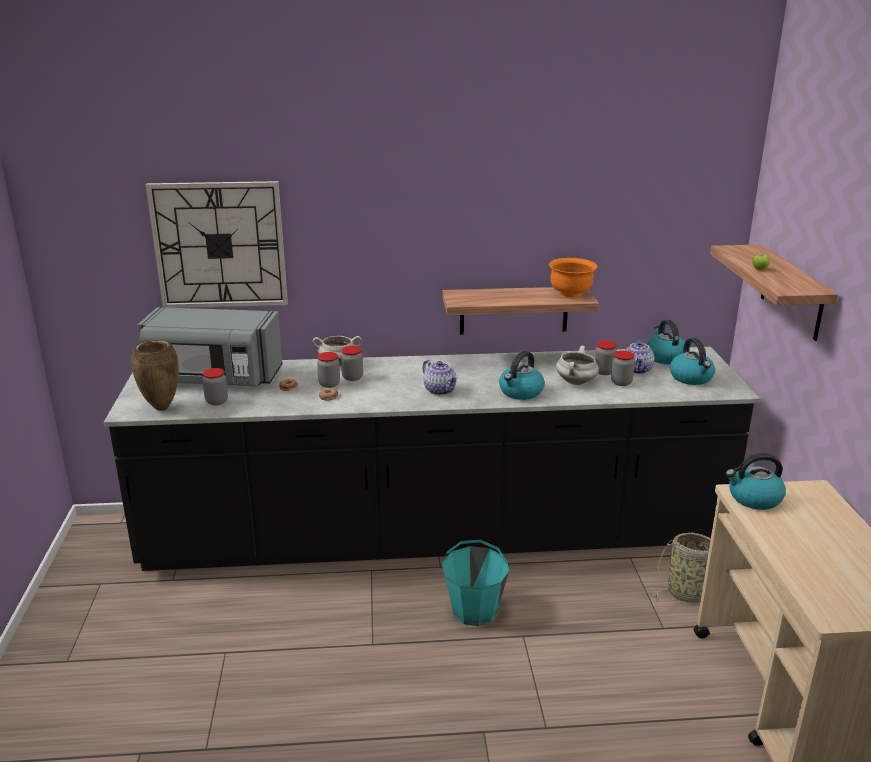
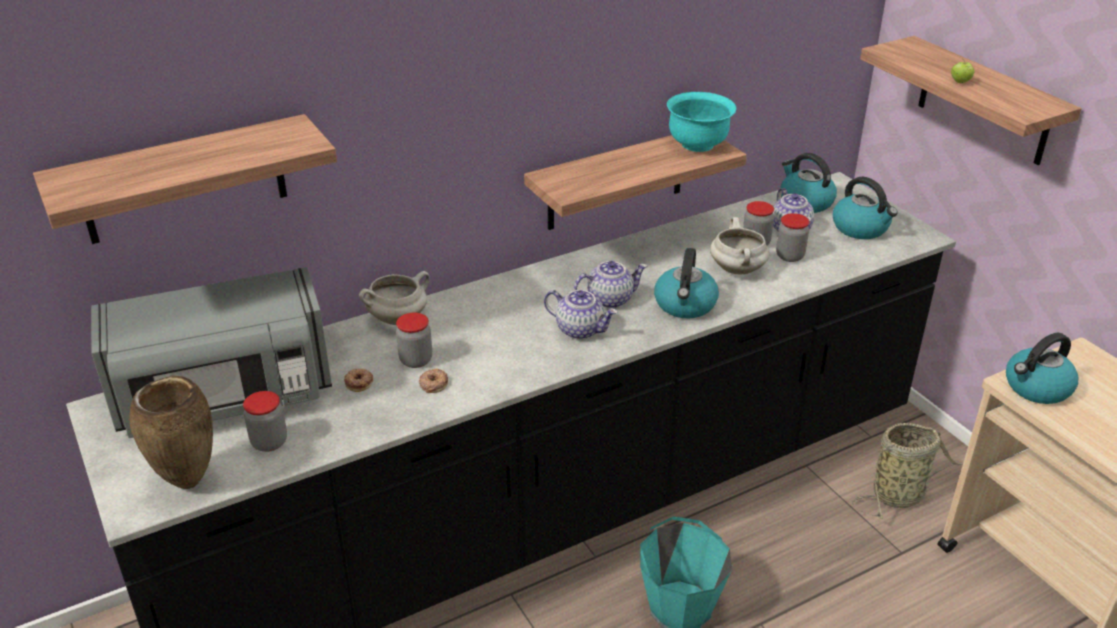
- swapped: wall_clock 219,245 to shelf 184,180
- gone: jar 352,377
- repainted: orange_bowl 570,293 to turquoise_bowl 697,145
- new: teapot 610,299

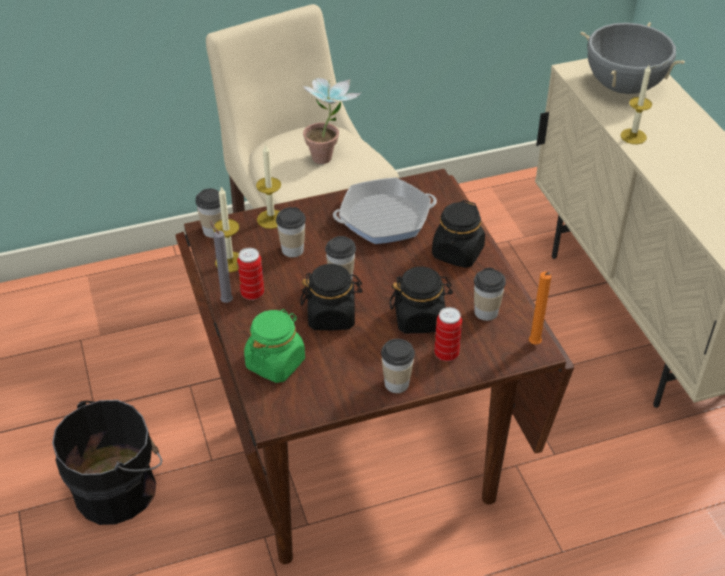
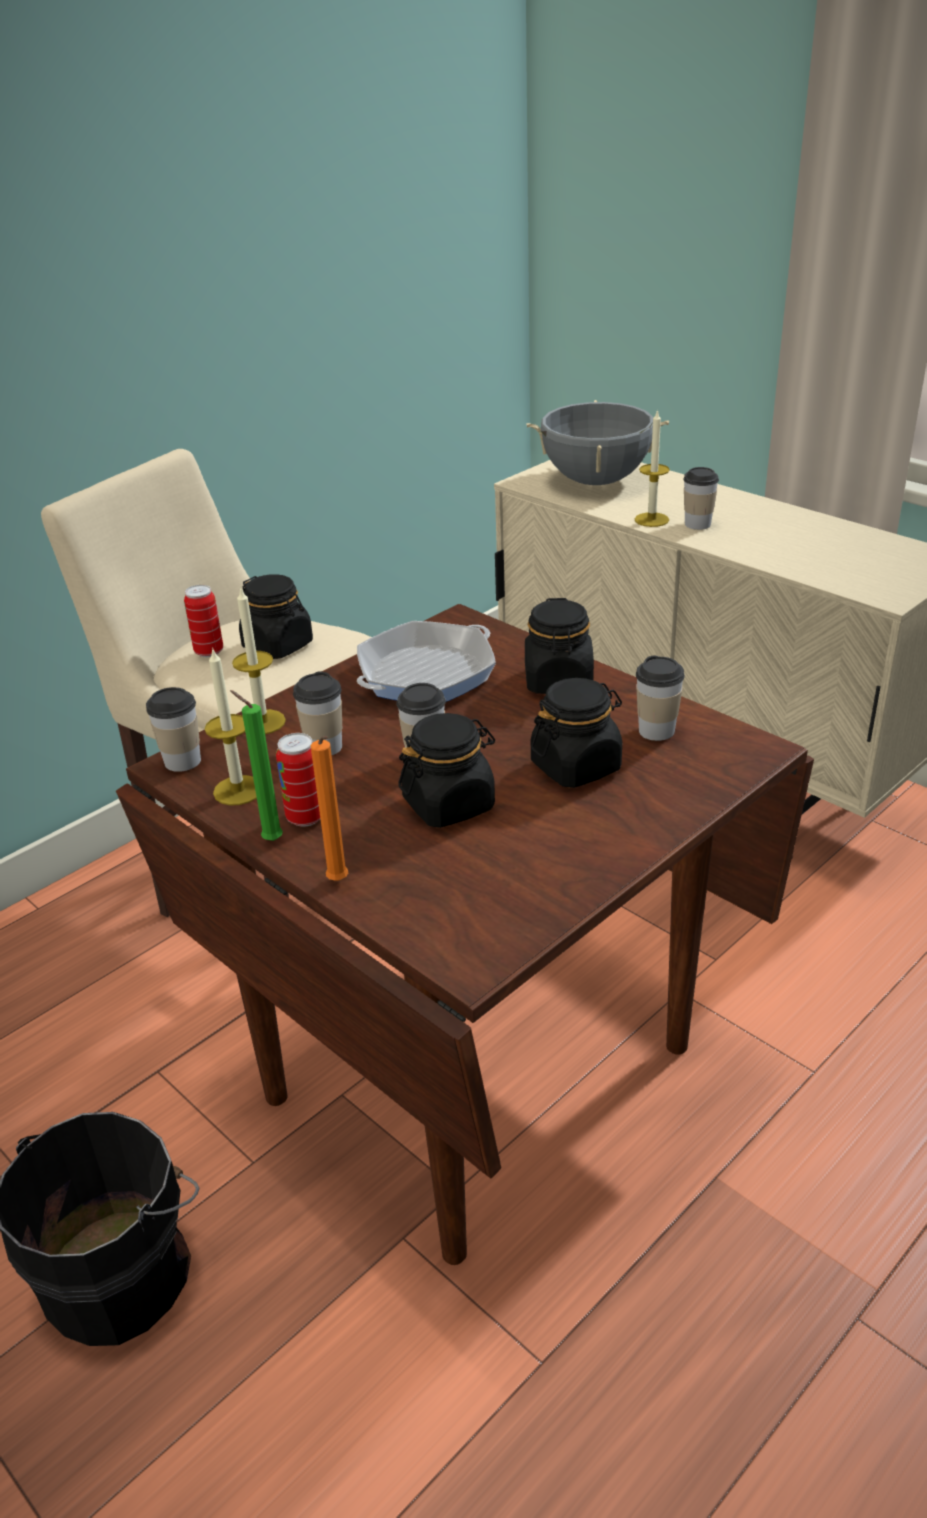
- repainted: grey_candle 225,301 to green_candle 269,840
- gone: green_jar 275,363
- swapped: potted_plant 329,157 to black_jar 278,646
- shifted: cup 396,383 to 697,524
- shifted: can 446,354 to 209,651
- shifted: orange_candle 534,345 to 339,883

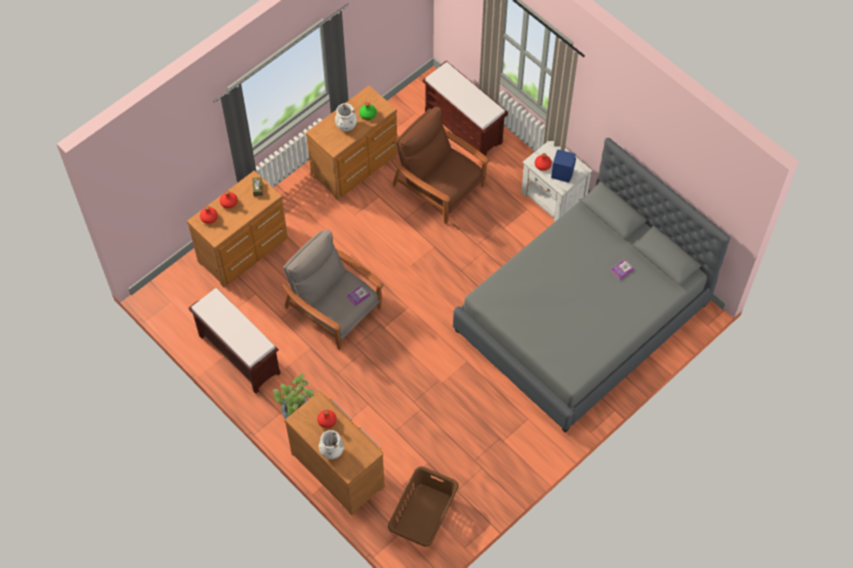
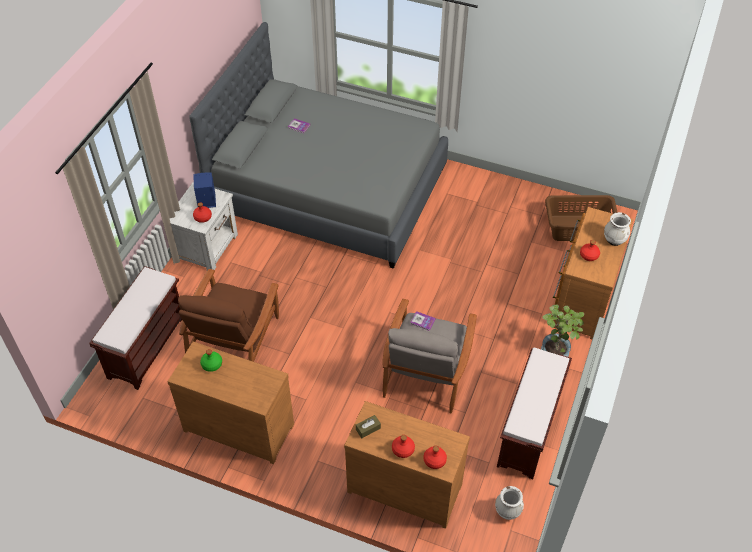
- shifted: white_vase 346,126 to 507,511

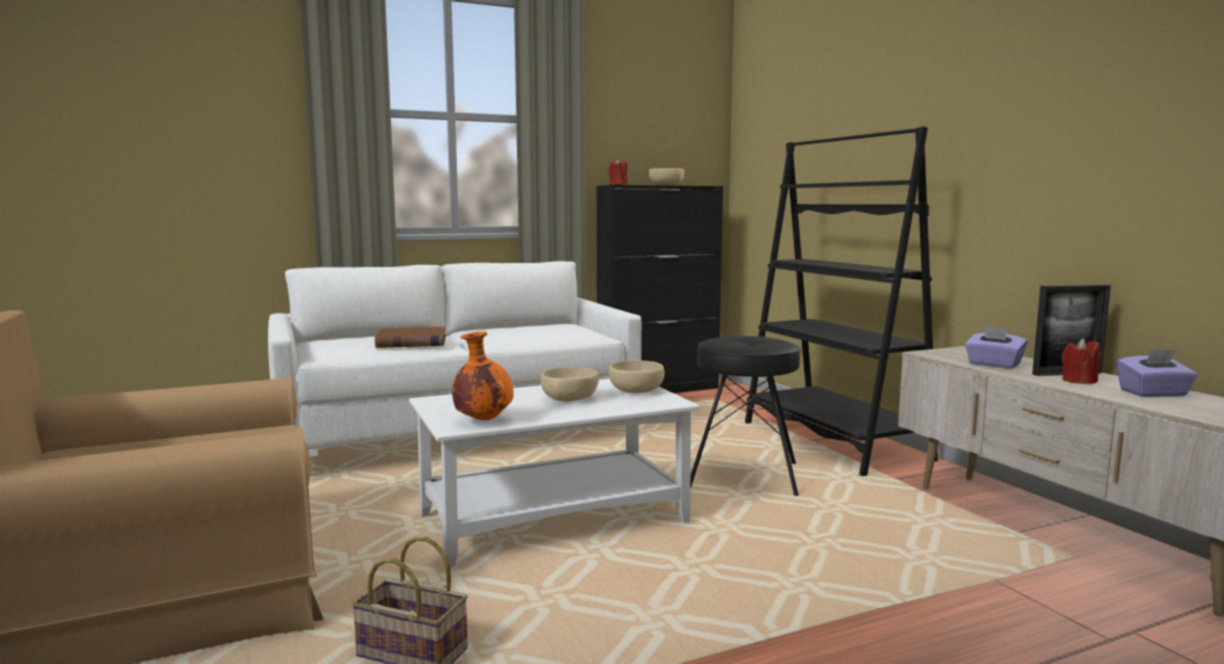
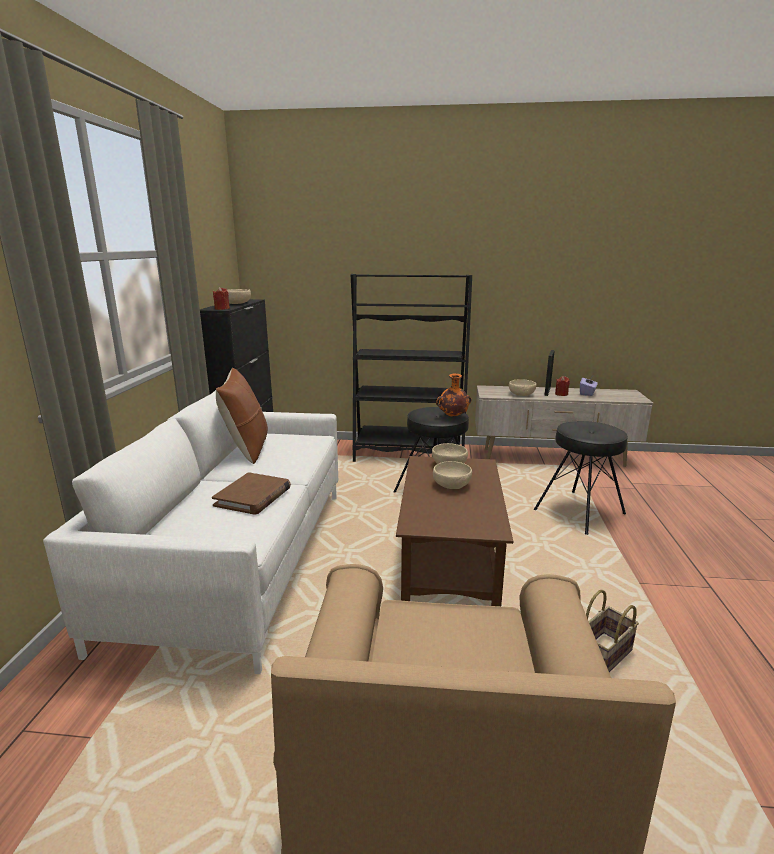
- repainted: white_coffee_table 555,518 to brown_coffee_table 448,562
- shifted: orange_vase 482,420 to 452,416
- swapped: purple_tissue_box 993,364 to beige_bowl 521,394
- new: brown_pillow 247,448
- new: black_stool 580,512

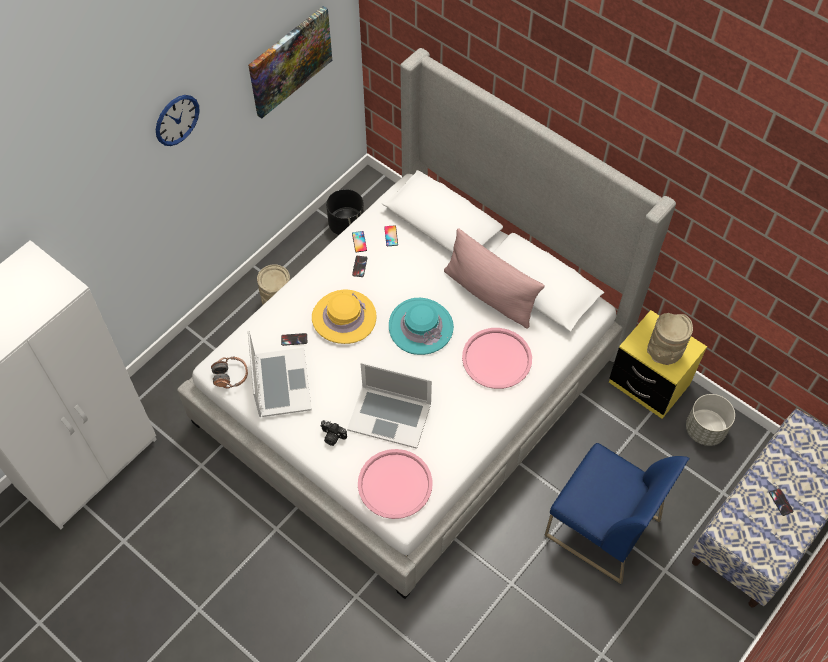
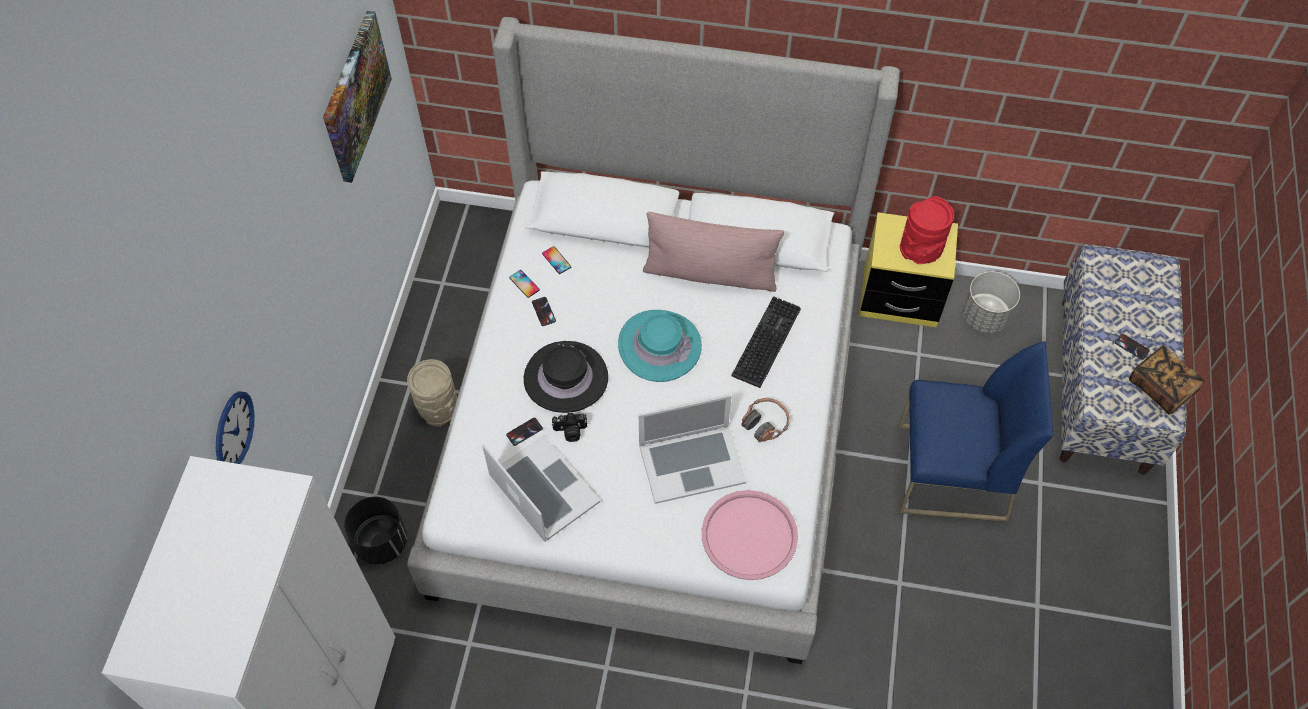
- shifted: wall_clock 177,120 to 233,431
- shifted: headphones 230,376 to 765,423
- repainted: yellow_hat 344,318 to black_hat 565,378
- shifted: photo_camera 332,437 to 570,432
- shifted: black_planter 347,224 to 381,542
- swapped: pink_tray 496,359 to keyboard 765,340
- repainted: beige_vase 664,352 to red_vase 920,250
- new: book 1161,387

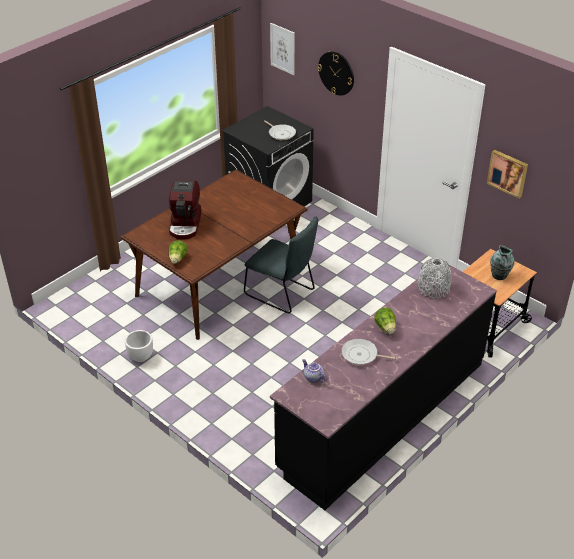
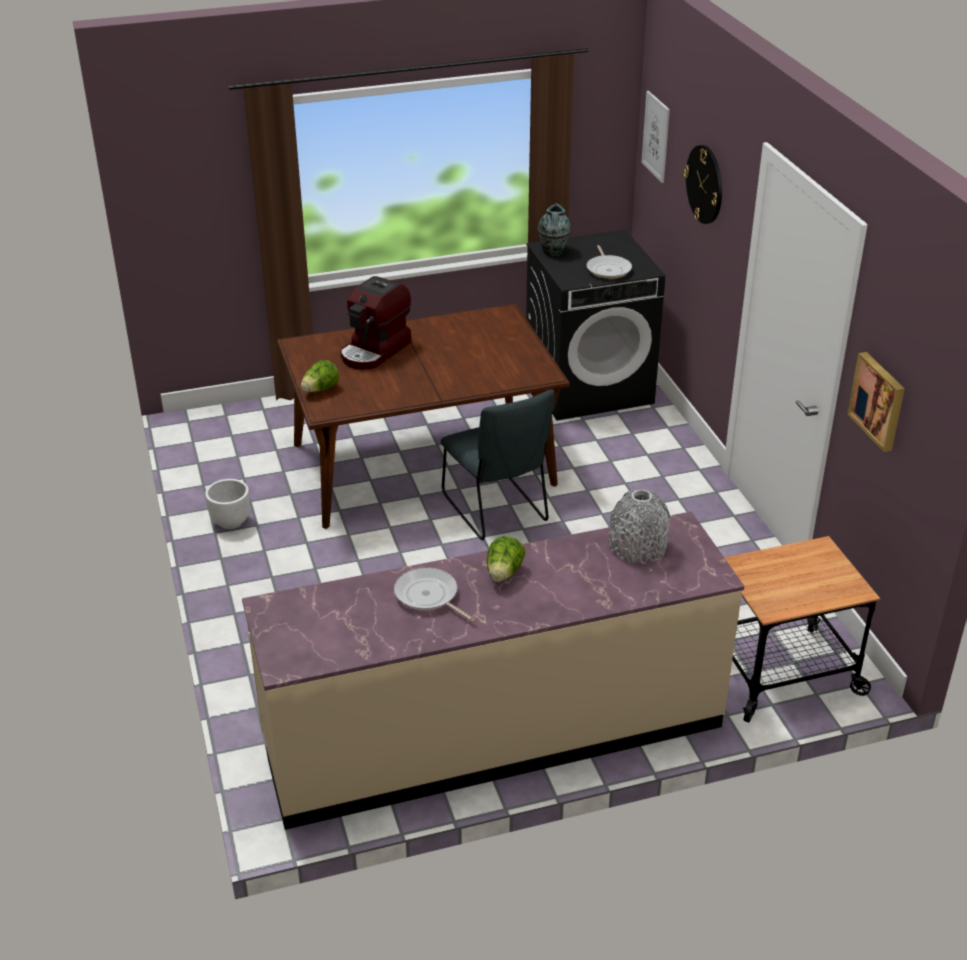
- repainted: black_counter 382,414 to beige_counter 493,734
- gone: teapot 313,378
- shifted: vase 499,276 to 553,252

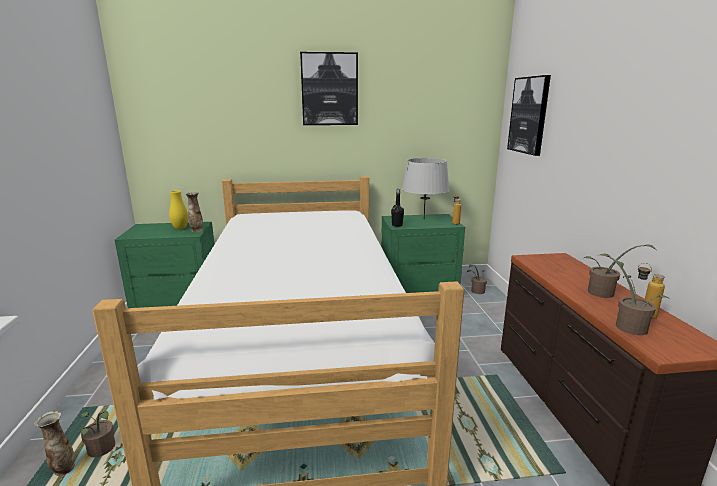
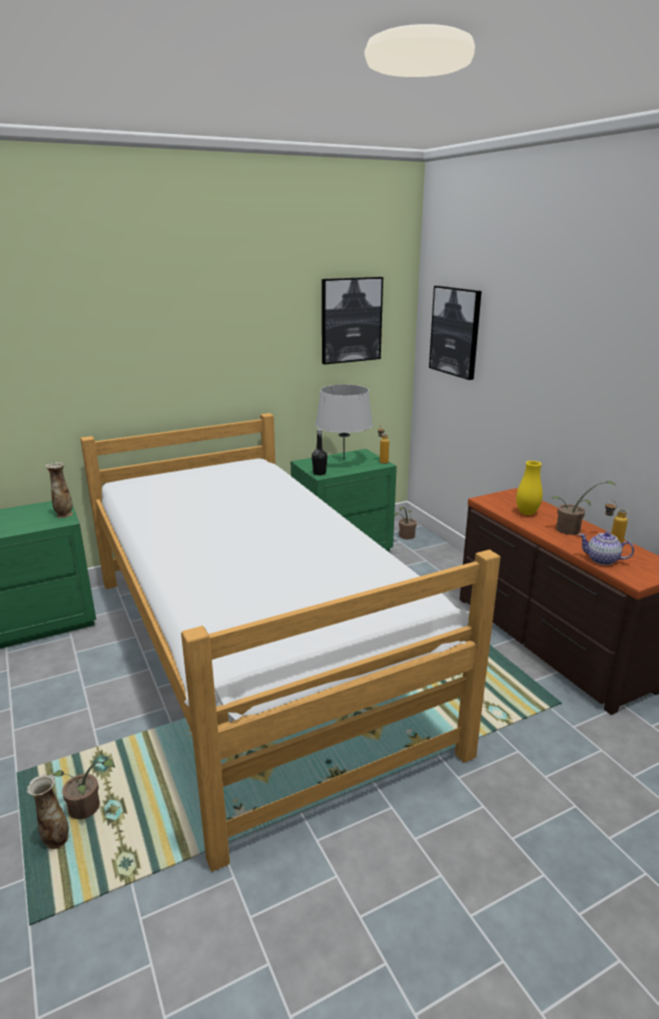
- shifted: yellow_vase 180,228 to 526,513
- shifted: picture 329,89 to 351,320
- swapped: potted_plant 626,325 to teapot 602,560

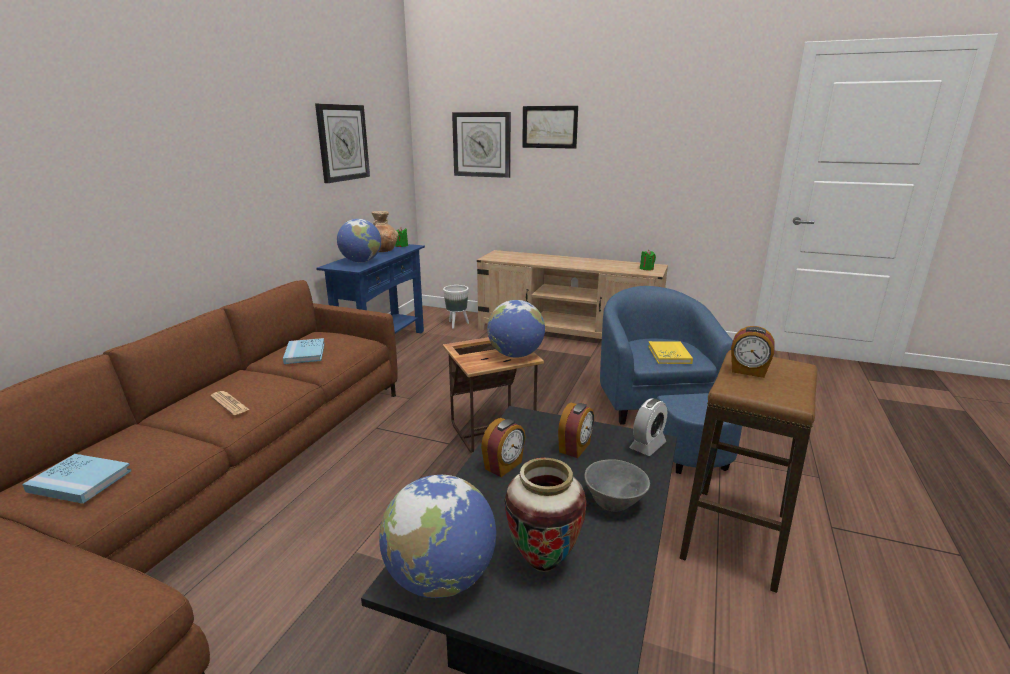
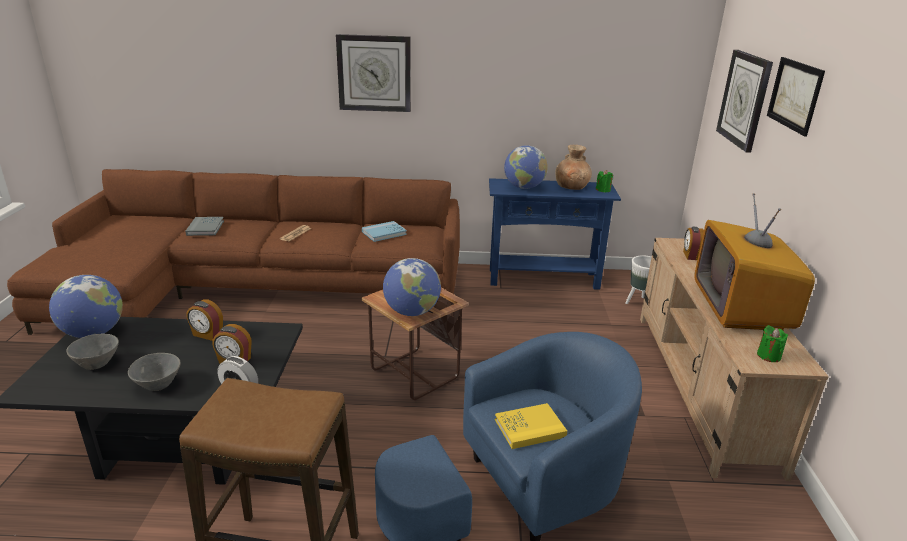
- repainted: blue_book 80,481 to grey_book 205,228
- shifted: wall_clock 342,143 to 374,73
- swapped: vase 543,563 to grey_bowl 98,363
- shifted: alarm_clock 748,371 to 690,255
- new: television 740,309

